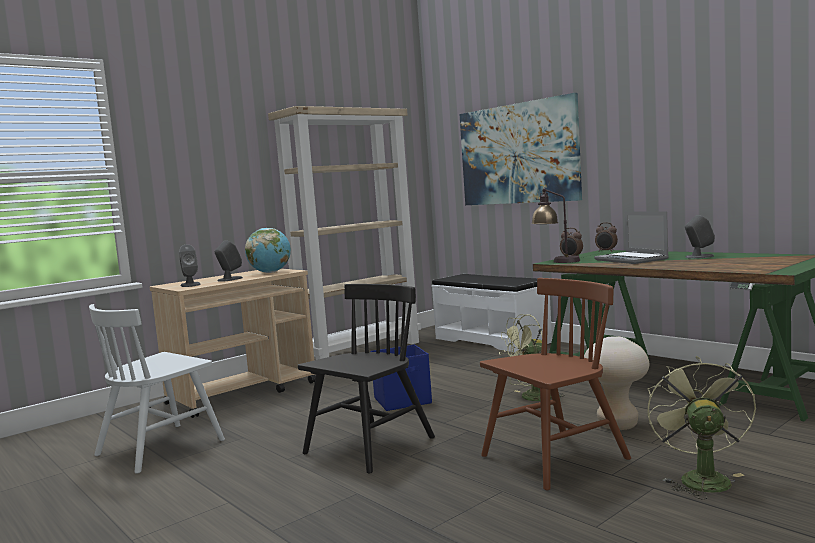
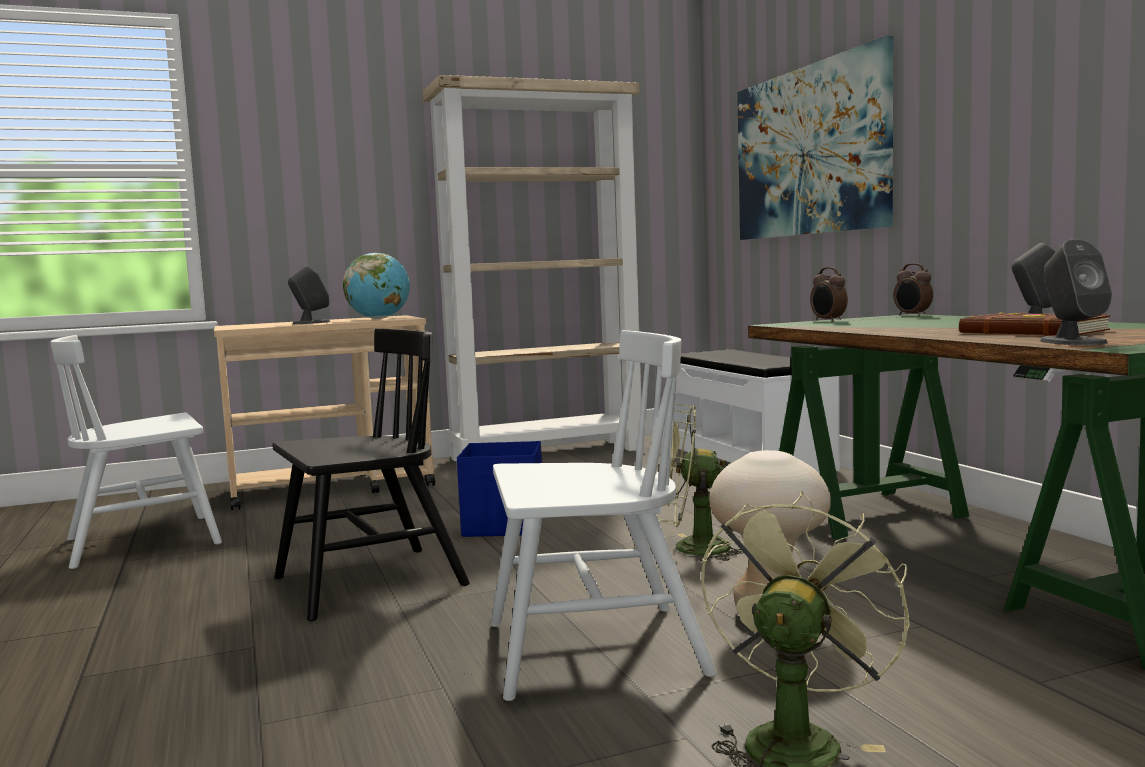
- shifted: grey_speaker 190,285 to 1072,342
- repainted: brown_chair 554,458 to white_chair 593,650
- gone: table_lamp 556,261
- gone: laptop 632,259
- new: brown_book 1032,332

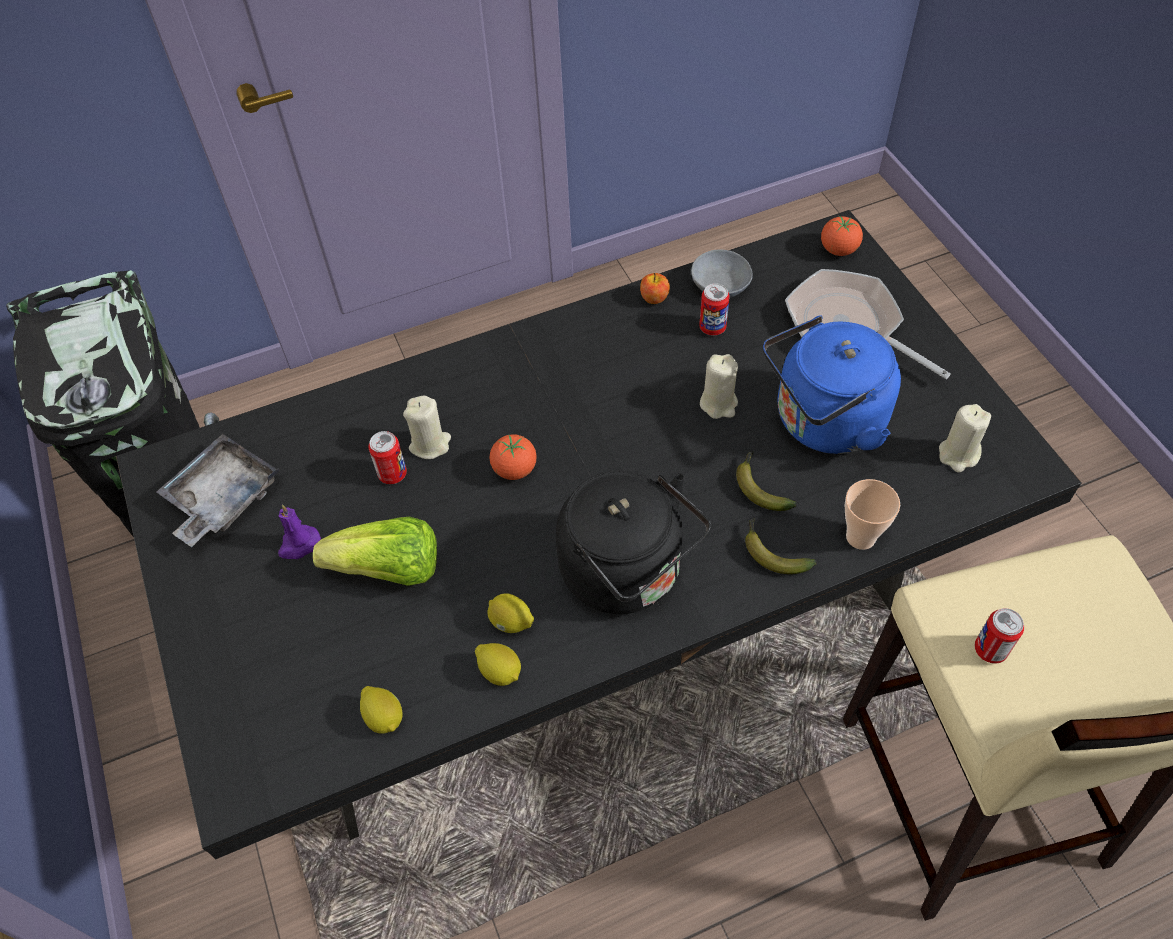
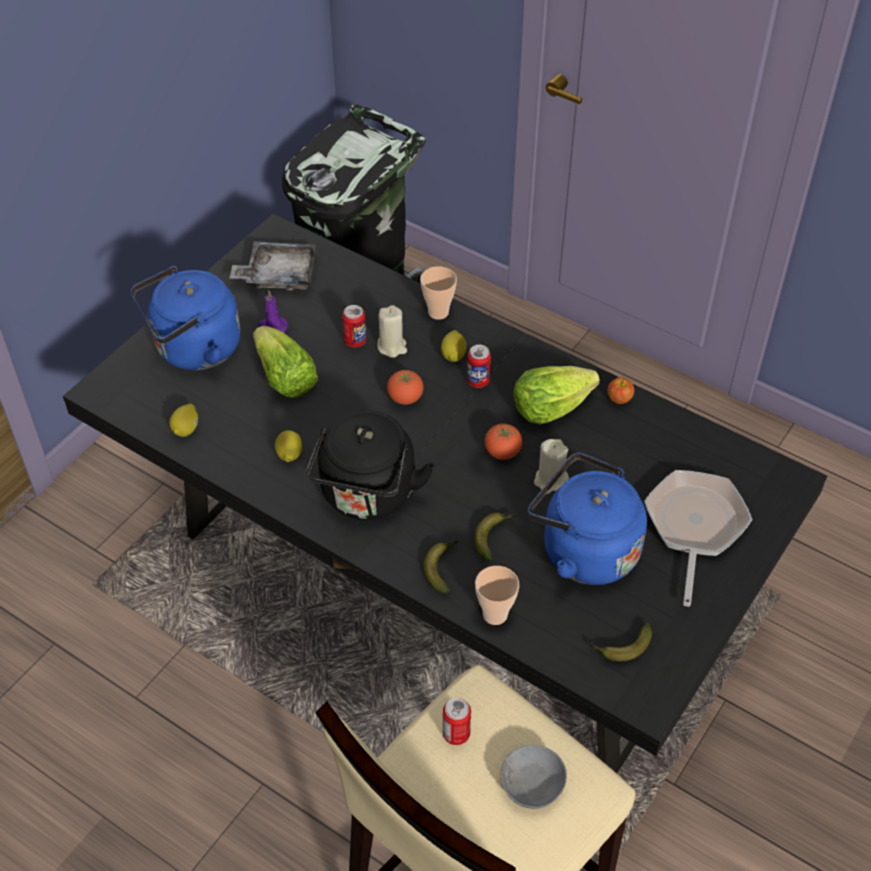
- shifted: lemon 500,671 to 453,355
- shifted: grey_bowl 722,285 to 533,786
- shifted: can 712,327 to 478,381
- shifted: tomato 838,250 to 502,452
- swapped: beige_candle 958,454 to banana 621,647
- new: blue_kettle 193,350
- new: cup 438,312
- new: lettuce 550,408

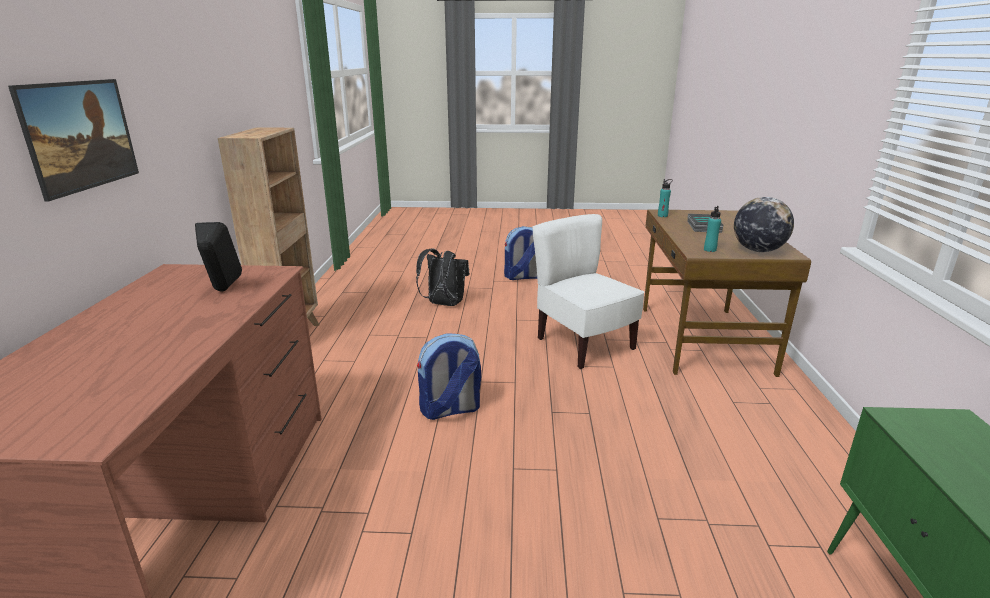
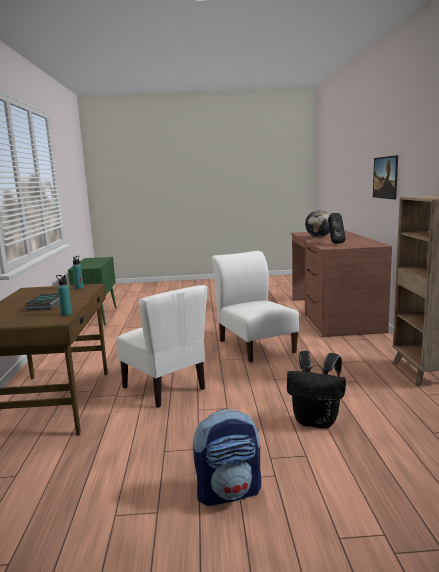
- swapped: backpack 450,410 to white_chair 255,345
- shifted: globe 758,250 to 318,237

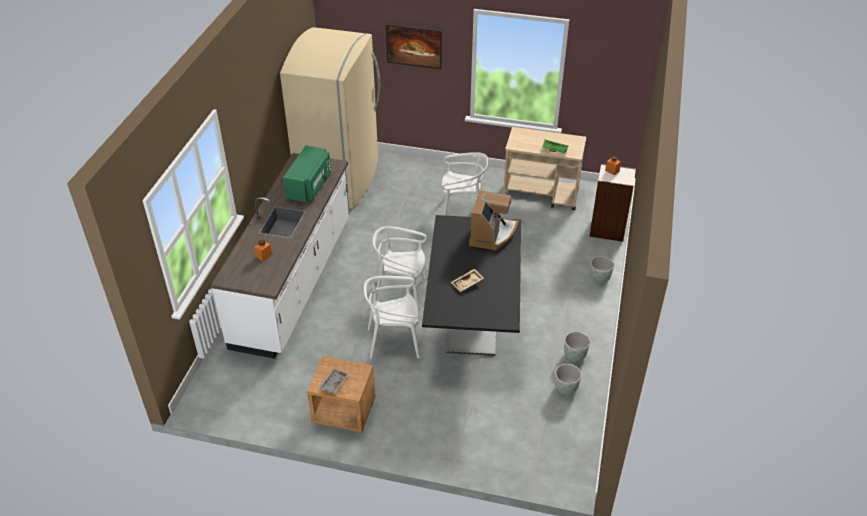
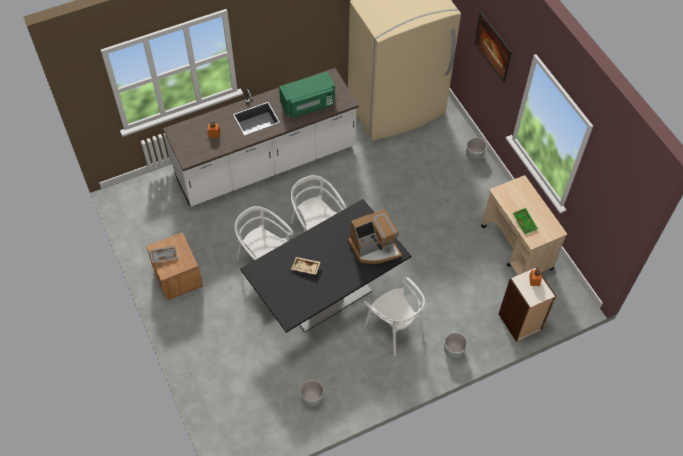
- shifted: white_chair 462,212 to 394,329
- shifted: grey_planter 575,355 to 474,156

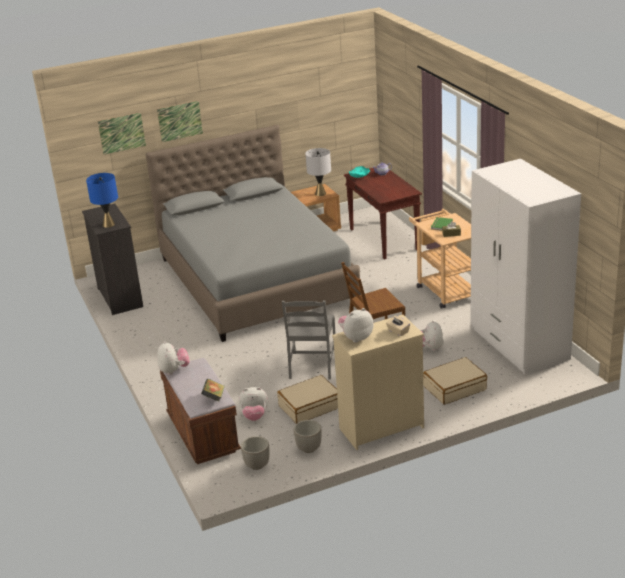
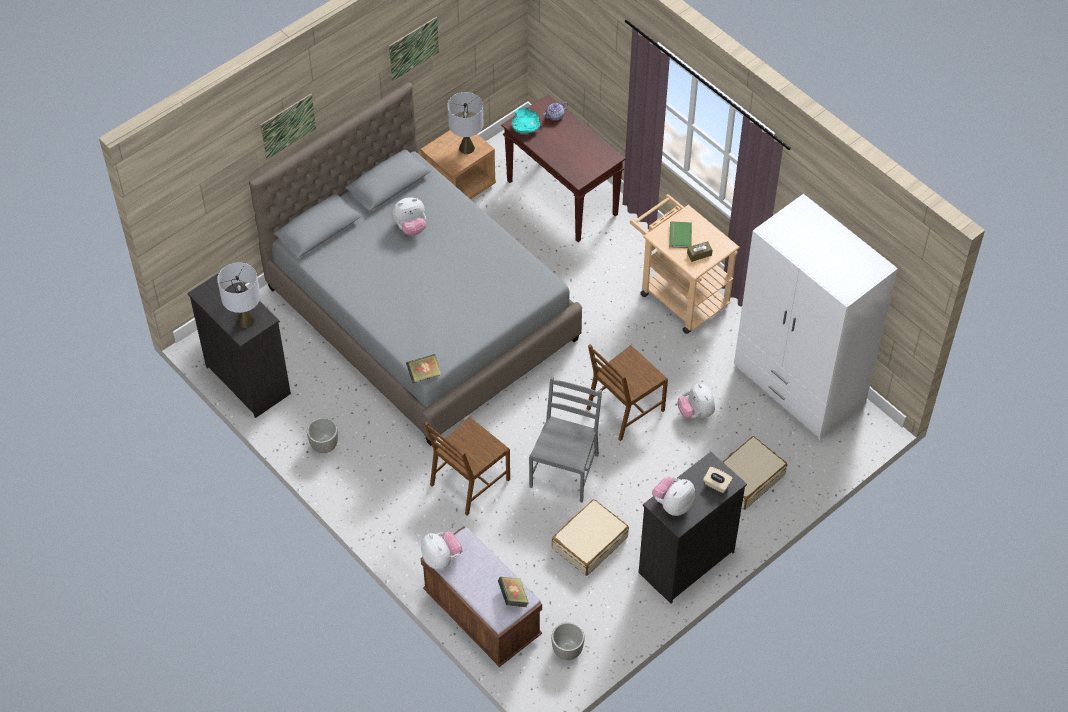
- repainted: blue_table_lamp 108,224 to grey_table_lamp 245,321
- shifted: picture 121,133 to 413,48
- shifted: plush_toy 254,416 to 410,227
- rotated: grey_chair 312,366 = 565,470 150 degrees counterclockwise
- shifted: planter 308,448 to 324,445
- repainted: beige_dresser 380,428 to black_dresser 685,562
- new: book 424,374
- new: brown_chair 469,482

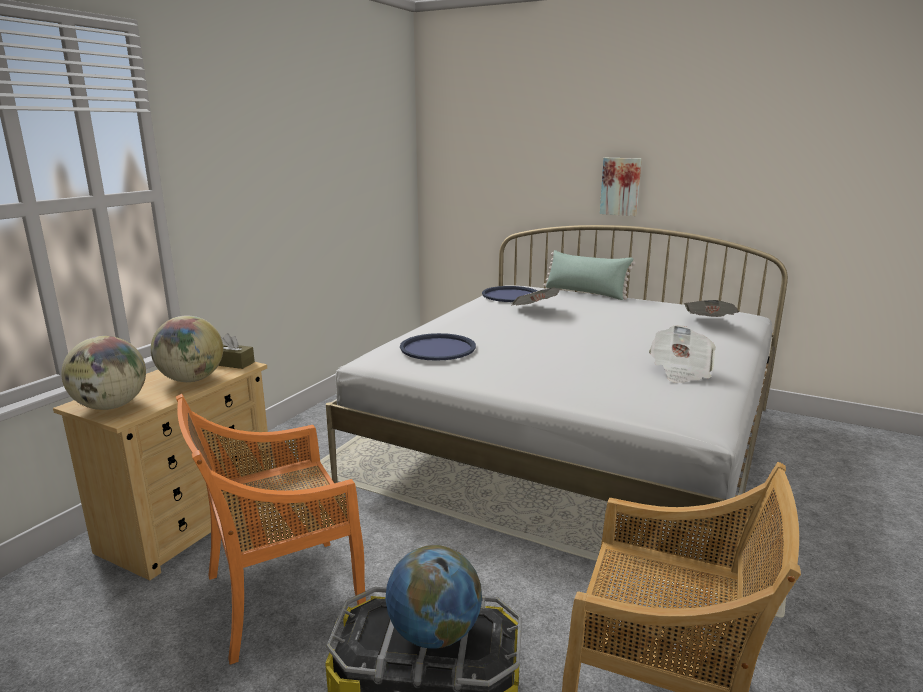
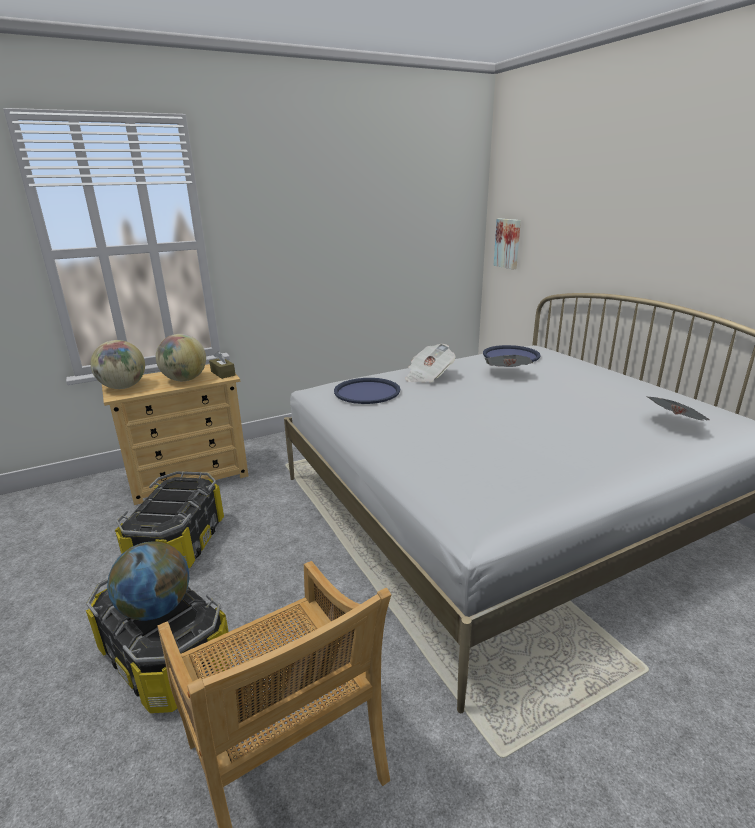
- swapped: orange_chair 281,596 to storage_box 178,545
- gone: green_pillow 585,292
- shifted: picture 620,186 to 508,243
- shifted: newspaper 680,371 to 428,376

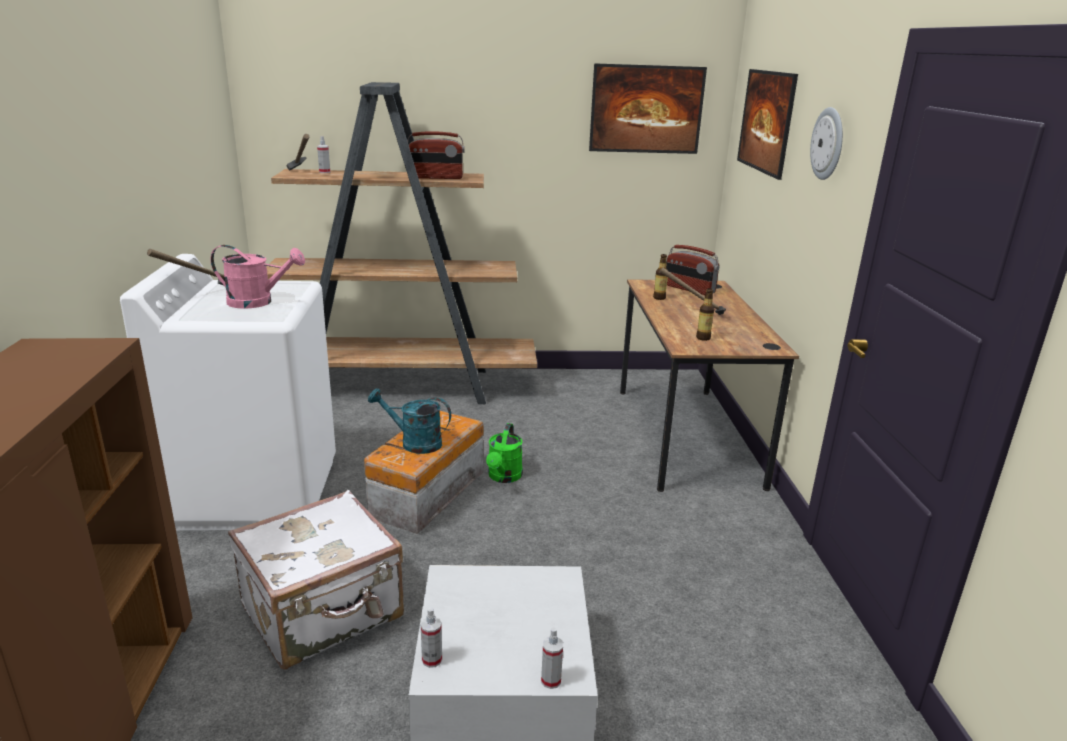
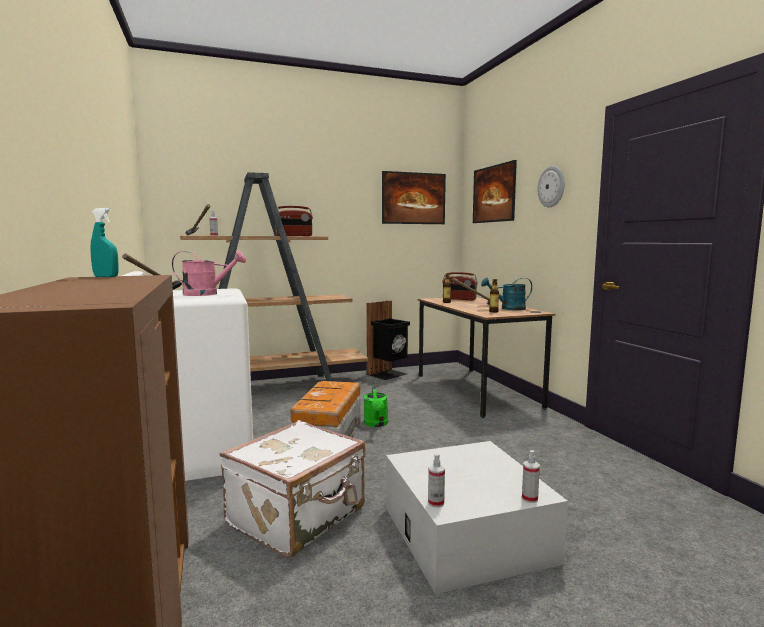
- shifted: turquoise_watering_can 414,443 to 508,308
- new: turquoise_spray_bottle 106,277
- new: black_trash_can 388,374

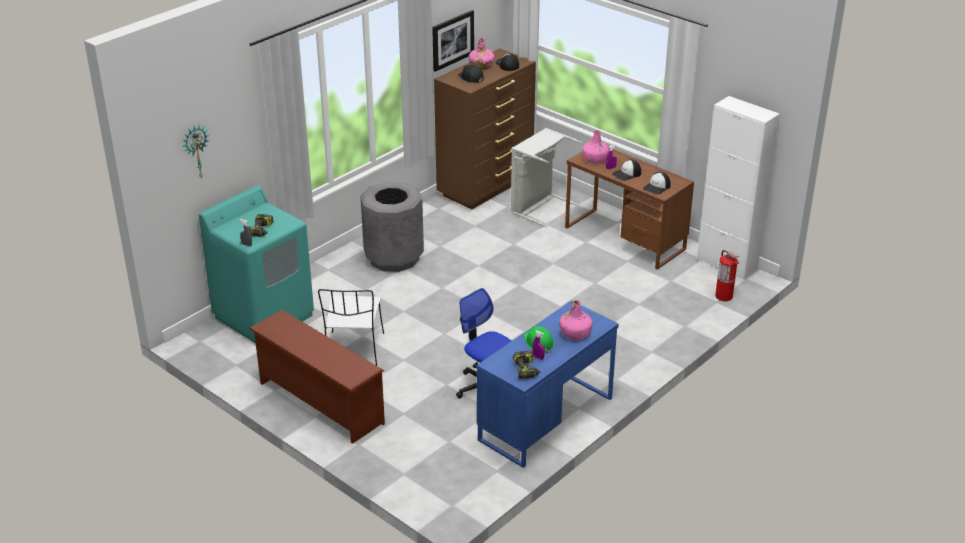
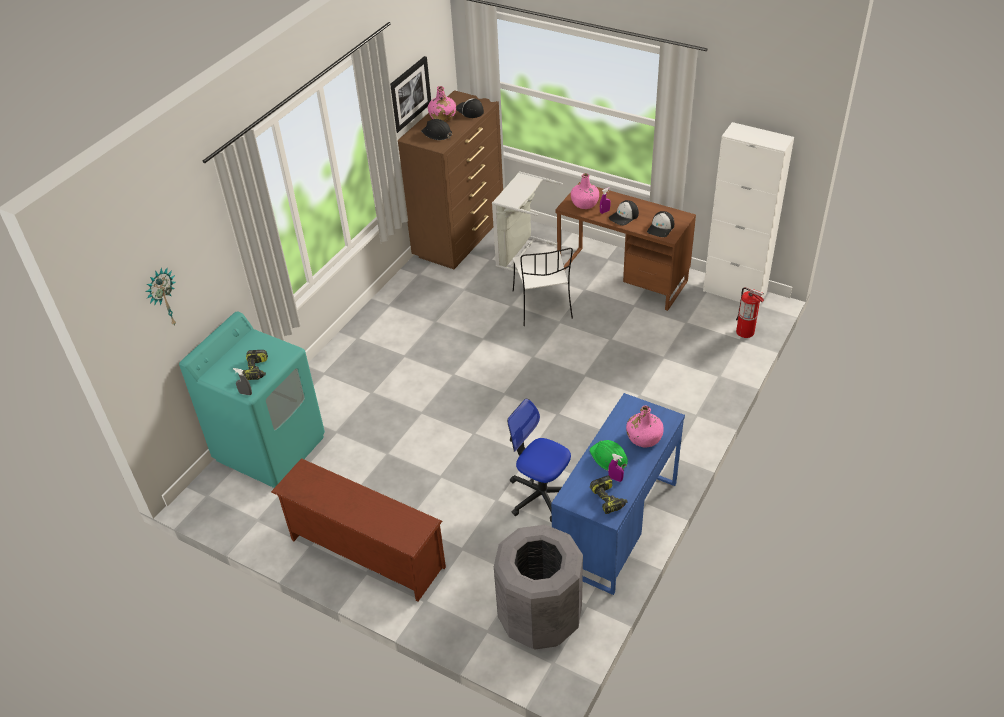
- shifted: white_chair 354,351 to 543,306
- shifted: grey_trash_can 393,258 to 539,618

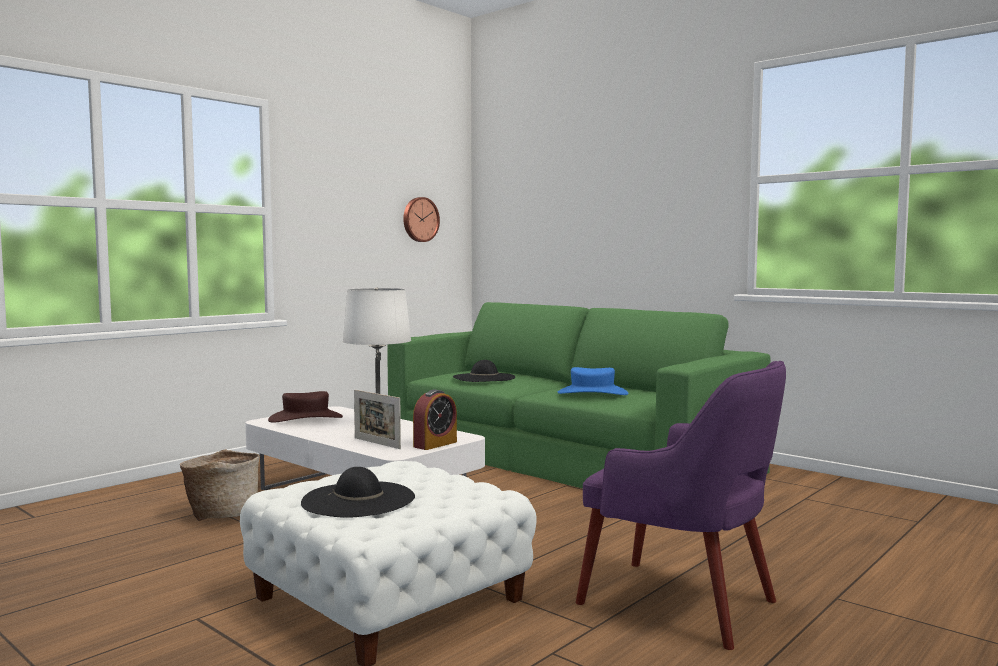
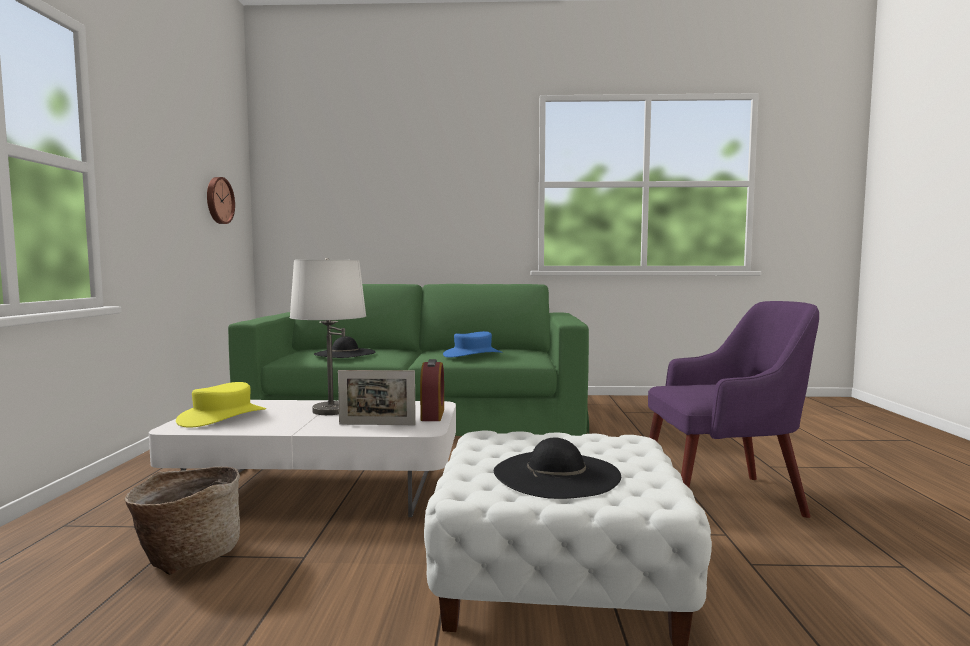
- repainted: brown_hat 306,418 to yellow_hat 222,416

